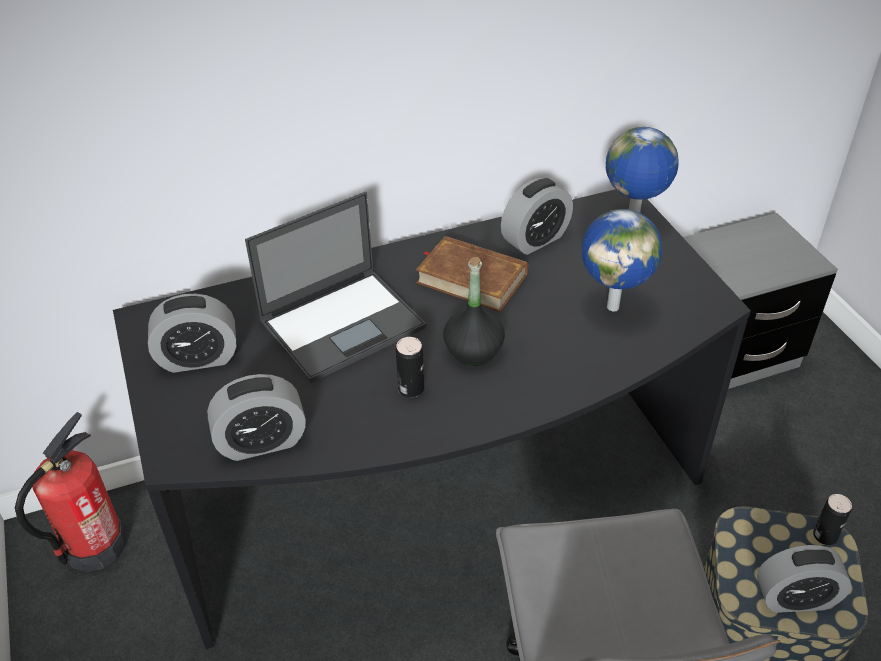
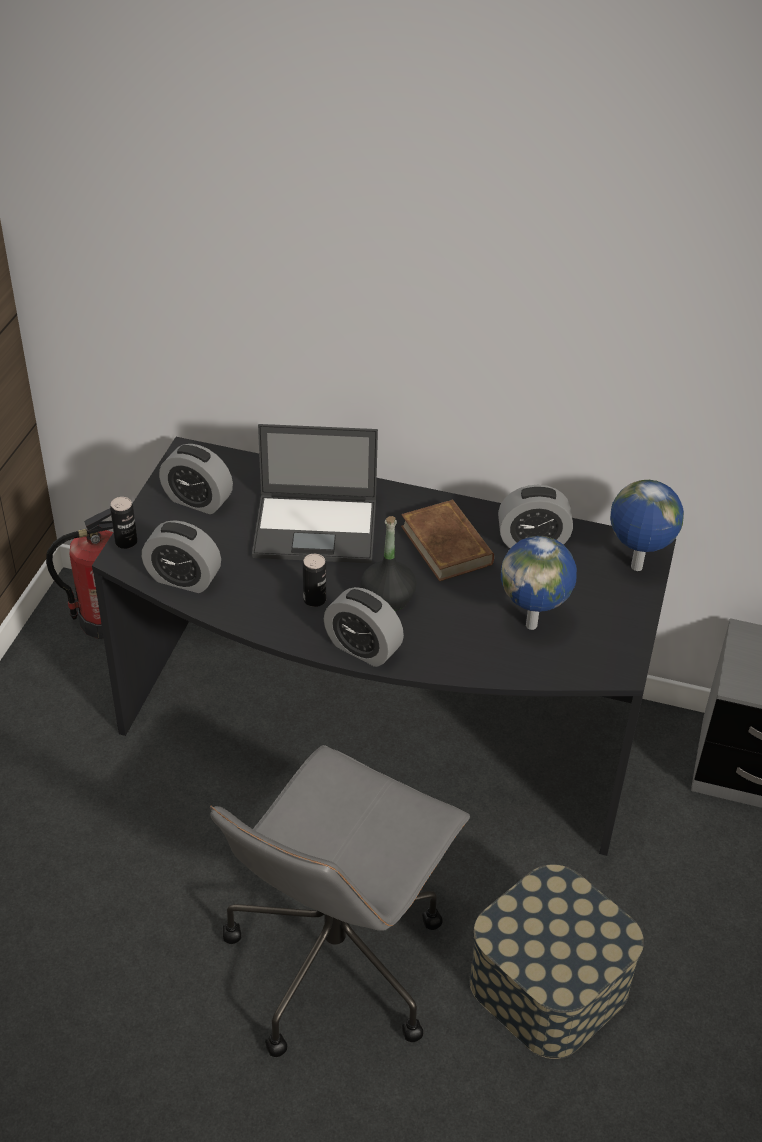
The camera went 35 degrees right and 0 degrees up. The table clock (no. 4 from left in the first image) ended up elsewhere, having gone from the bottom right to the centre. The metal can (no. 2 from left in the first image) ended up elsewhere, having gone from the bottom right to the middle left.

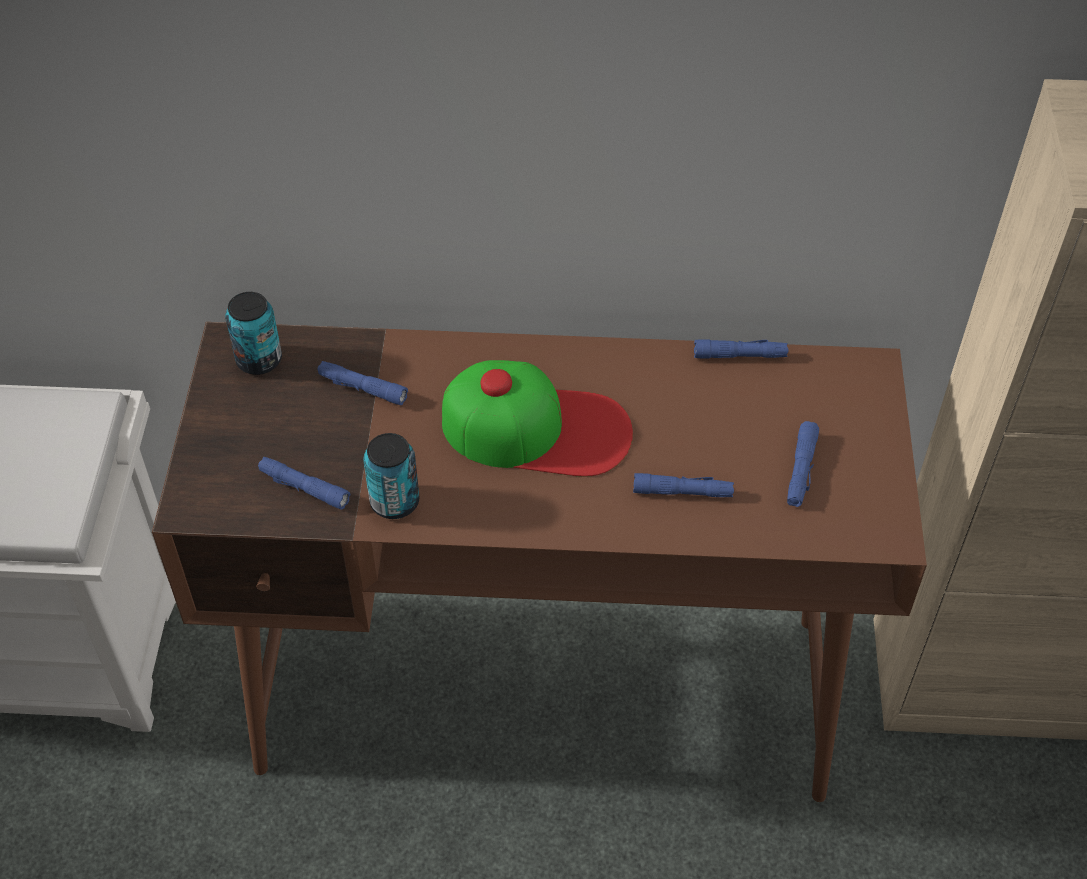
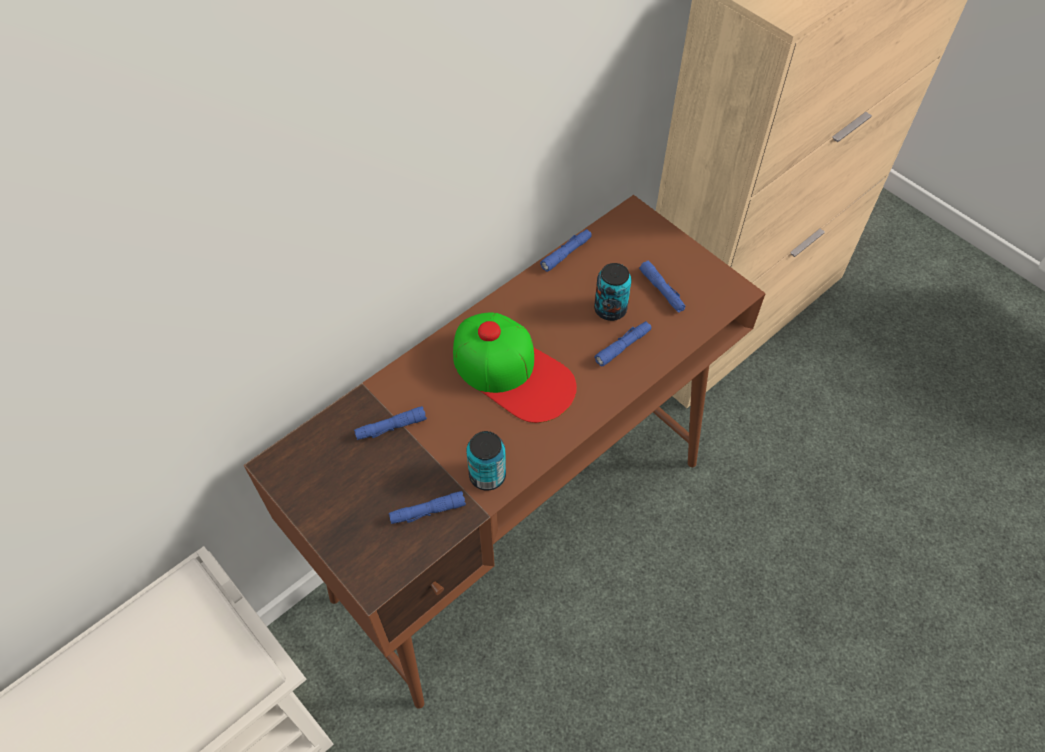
The camera went 45 degrees left and 5 degrees up. The metal can (no. 1 from left in the first image) ended up elsewhere, having gone from the middle left to the centre. The baseball cap at the centre ended up facing another way, 75 degrees clockwise from before.

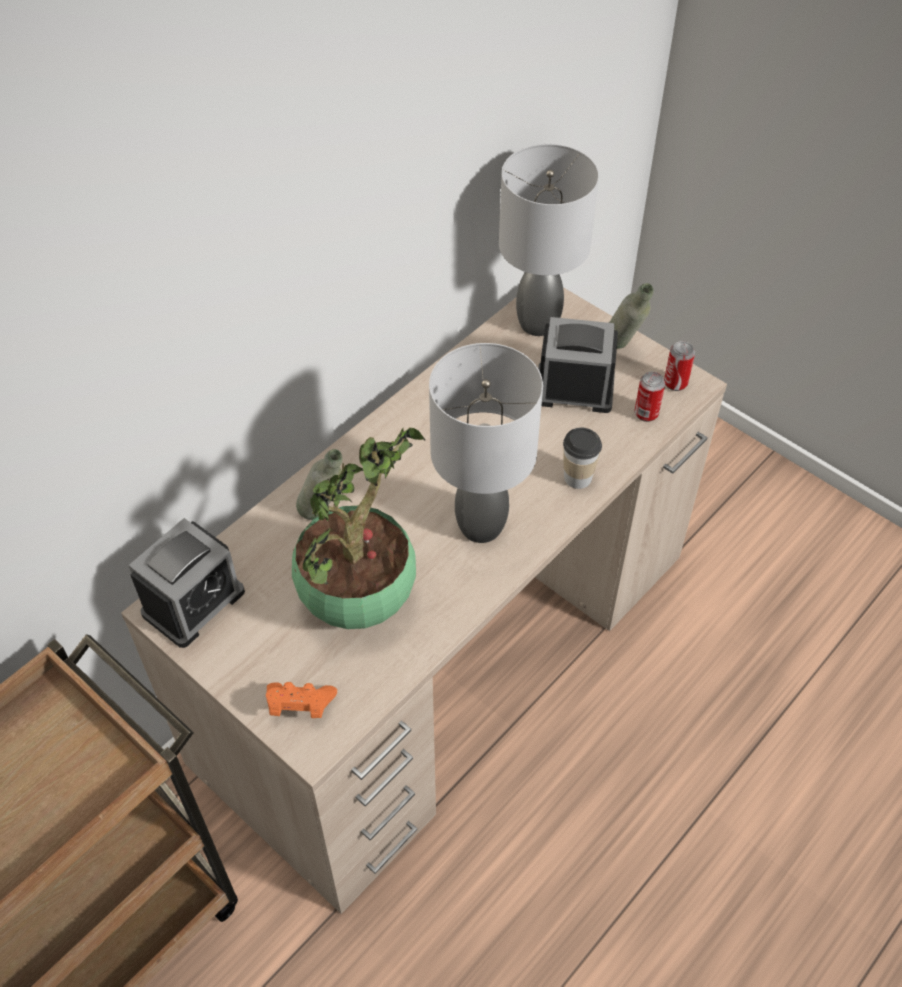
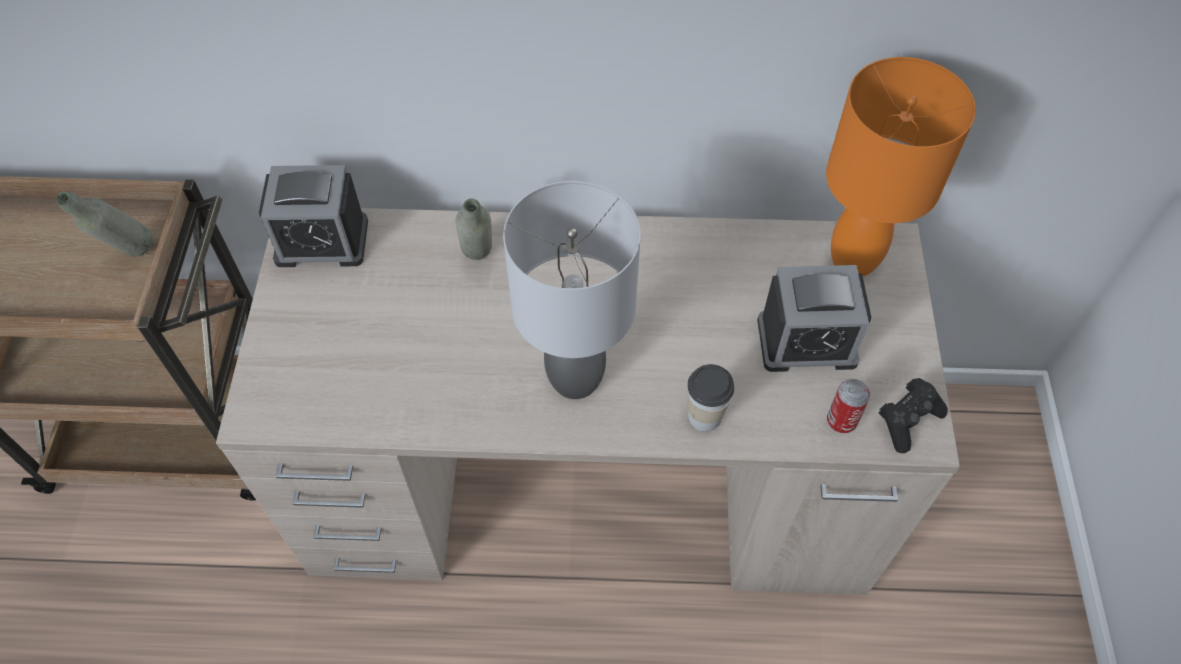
The camera went 50 degrees right and 5 degrees up. The second view lost the orangey joypad at the bottom centre. The second view lost the houseplant at the centre. The greyish beverage bottle (no. 2 from left in the first image) ended up elsewhere, having gone from the top right to the middle left. Where the metal can (no. 2 from left) stood at the middle right, the blackish joypad came to stand at the middle right. What was the greyish table lamp (no. 2 from left) at the top centre turned into the orangey table lamp at the top right. The table clock (no. 2 from left) at the centre ended up facing another way, 120 degrees clockwise from before.

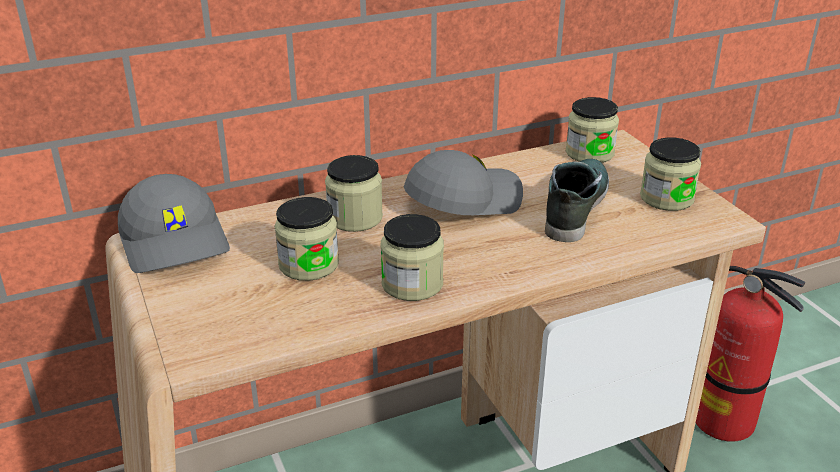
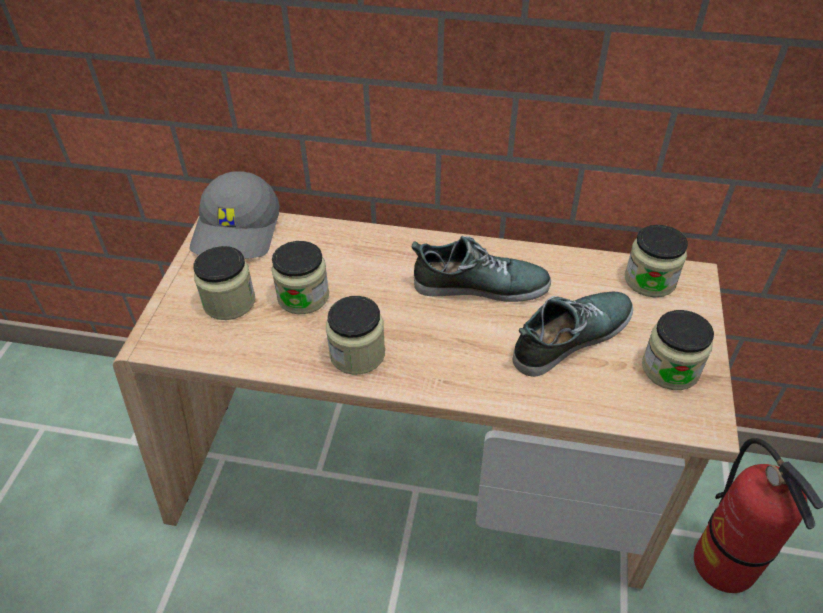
The camera went 35 degrees right and 15 degrees up. The jar (no. 2 from left in the first image) ended up elsewhere, having gone from the centre to the middle left. Where the greyish baseball cap (no. 2 from left) stood at the centre, the item of footwear (no. 1 from left) came to stand at the centre.

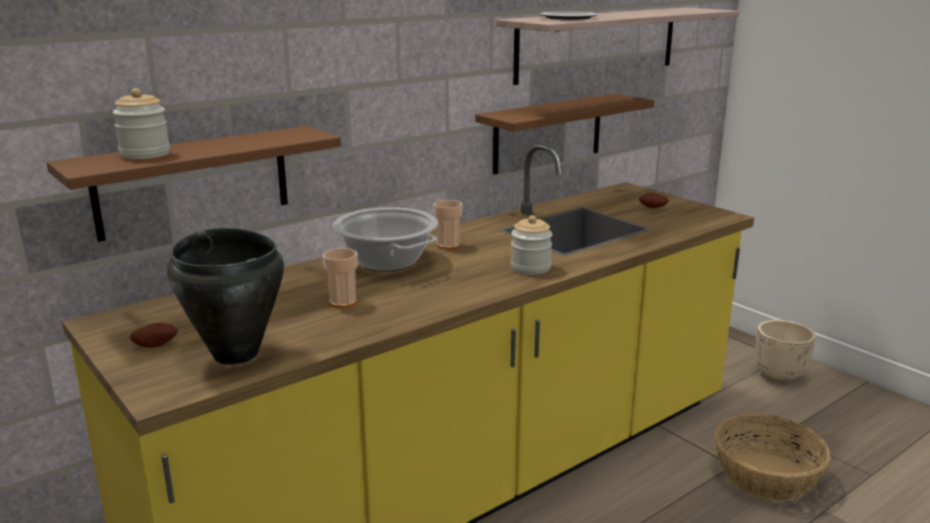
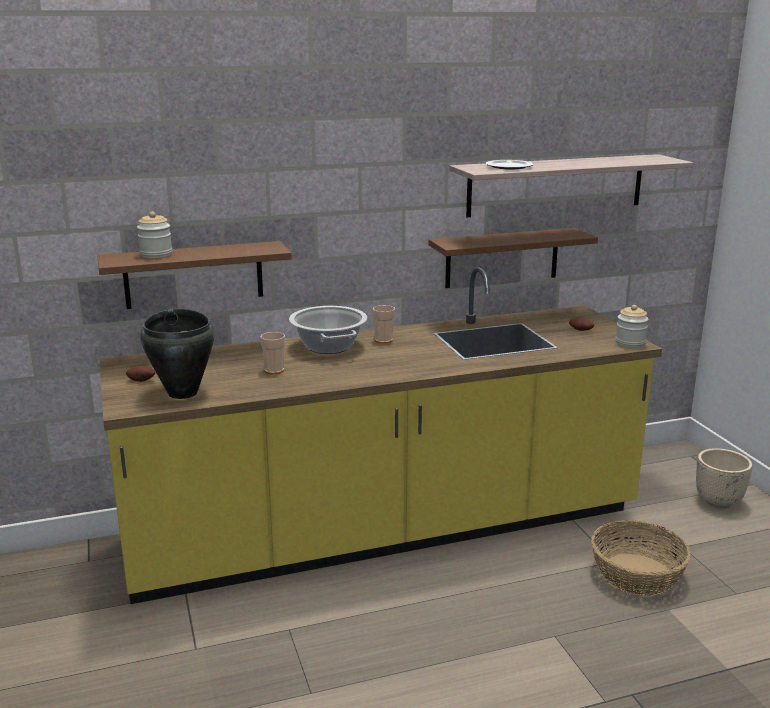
The camera went 20 degrees right and 0 degrees up. The jar (no. 2 from left) ended up elsewhere, having gone from the centre to the middle right.

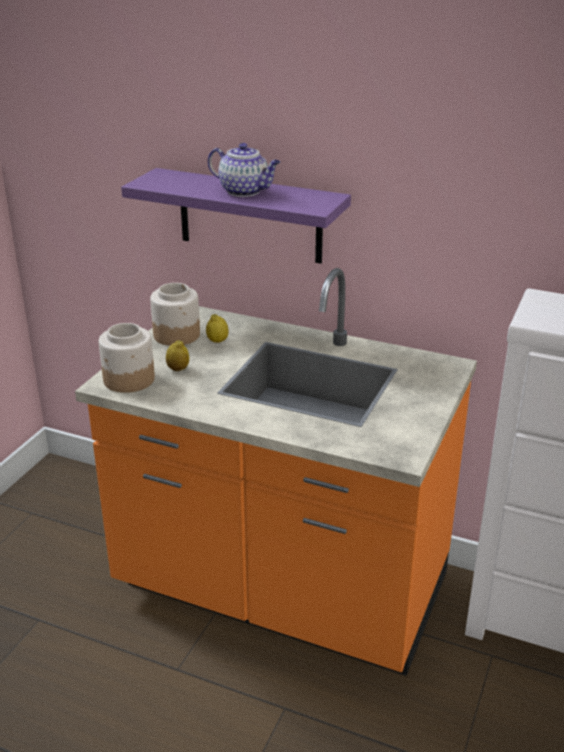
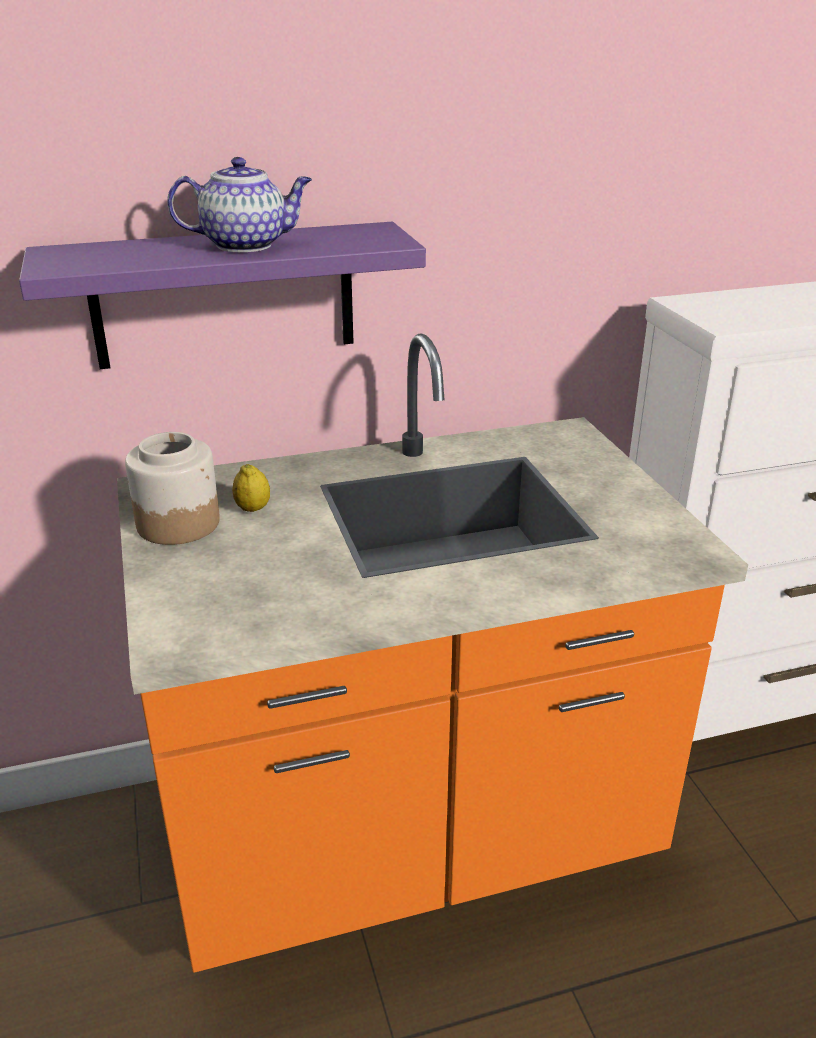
The camera went 40 degrees left and 0 degrees up. The second view lost the jar (no. 1 from left) at the middle left. The second view lost the lemon (no. 1 from left) at the middle left.

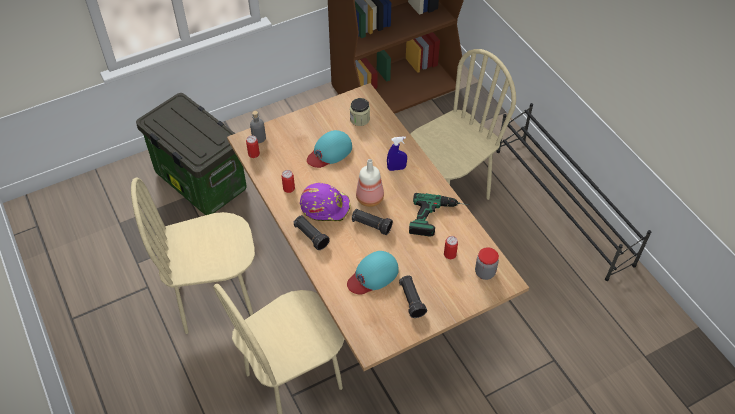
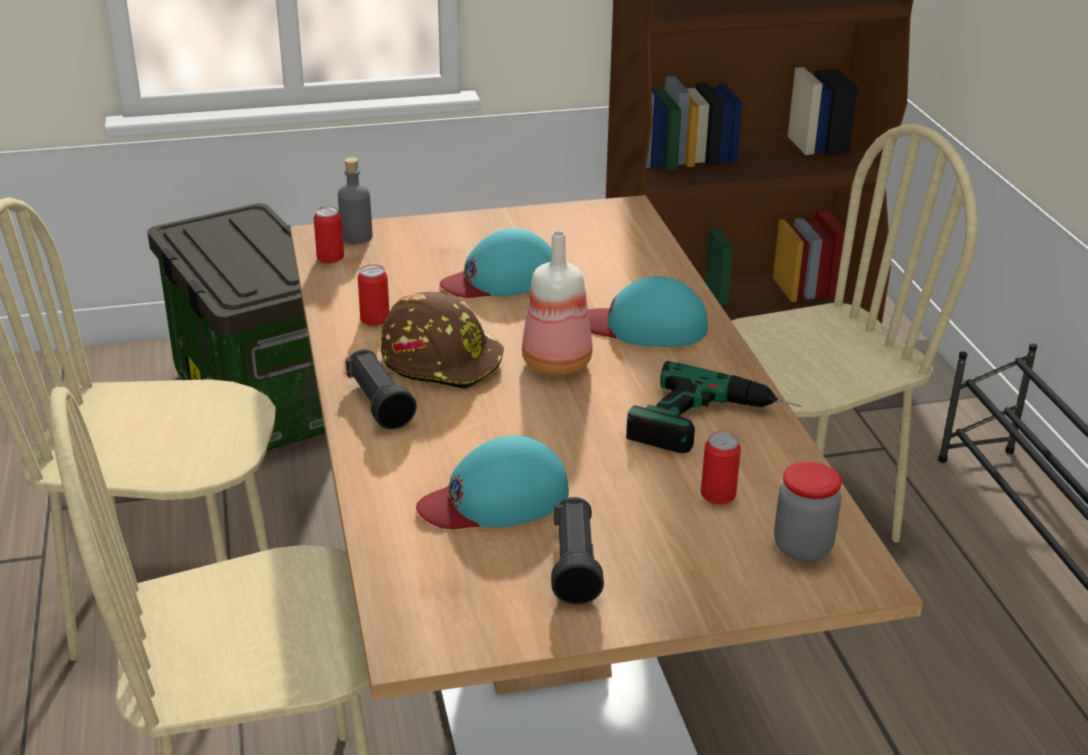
The camera went 15 degrees right and 20 degrees down. The second view lost the jar (no. 1 from left) at the top centre. The second view lost the blackish hand torch (no. 2 from left) at the centre. Where the blue spray bottle stood at the centre, the turquoise-coloured baseball cap (no. 3 from left) came to stand at the centre. What was the purplish work helmet at the centre turned into the brown-coloured work helmet at the centre.

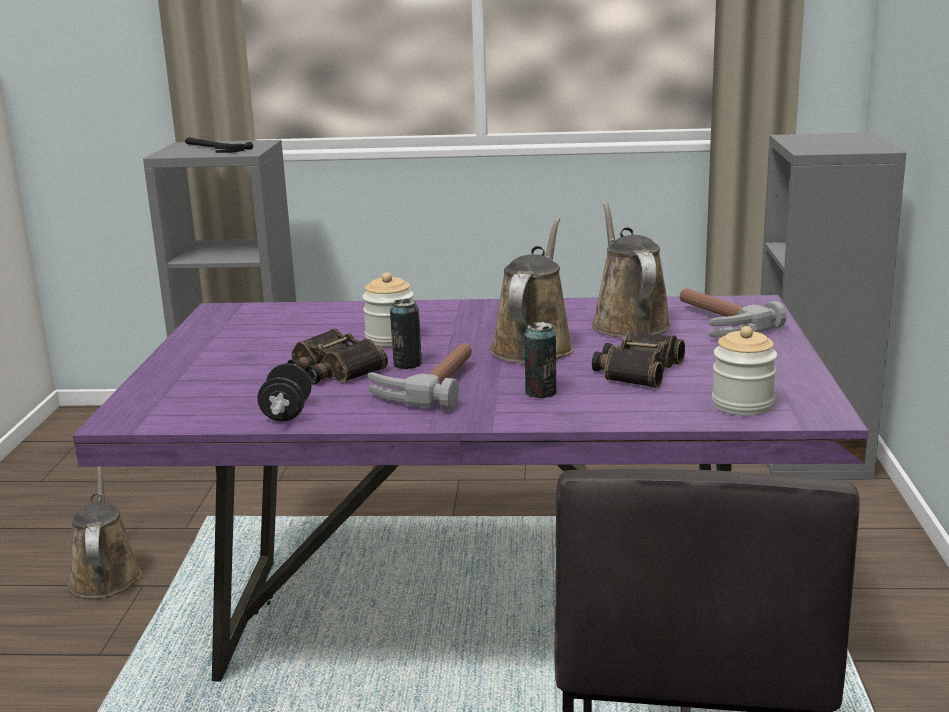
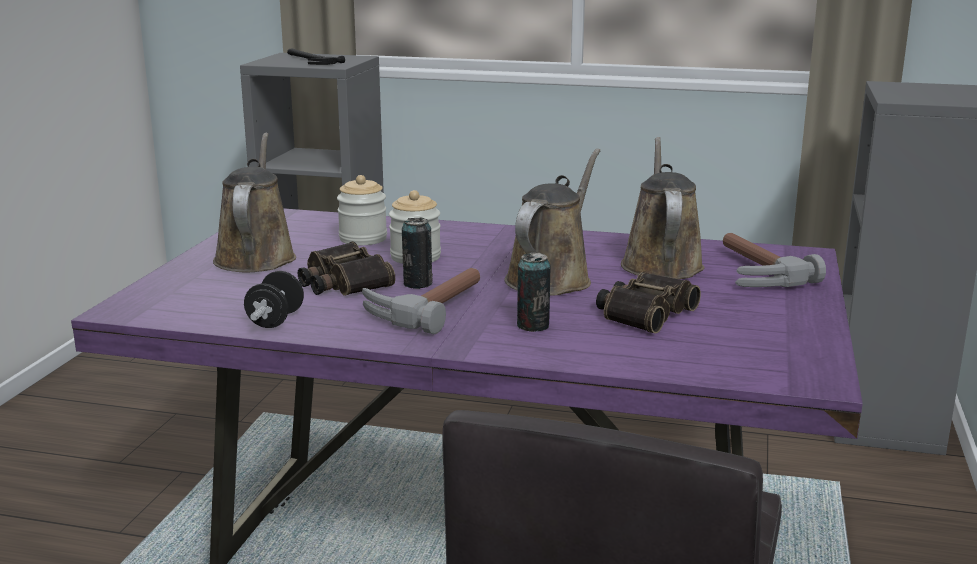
The camera went 10 degrees right and 0 degrees up. The brown-coloured sprinkling can (no. 1 from left) ended up elsewhere, having gone from the bottom left to the middle left. The jar (no. 2 from left in the first image) ended up elsewhere, having gone from the middle right to the centre.

